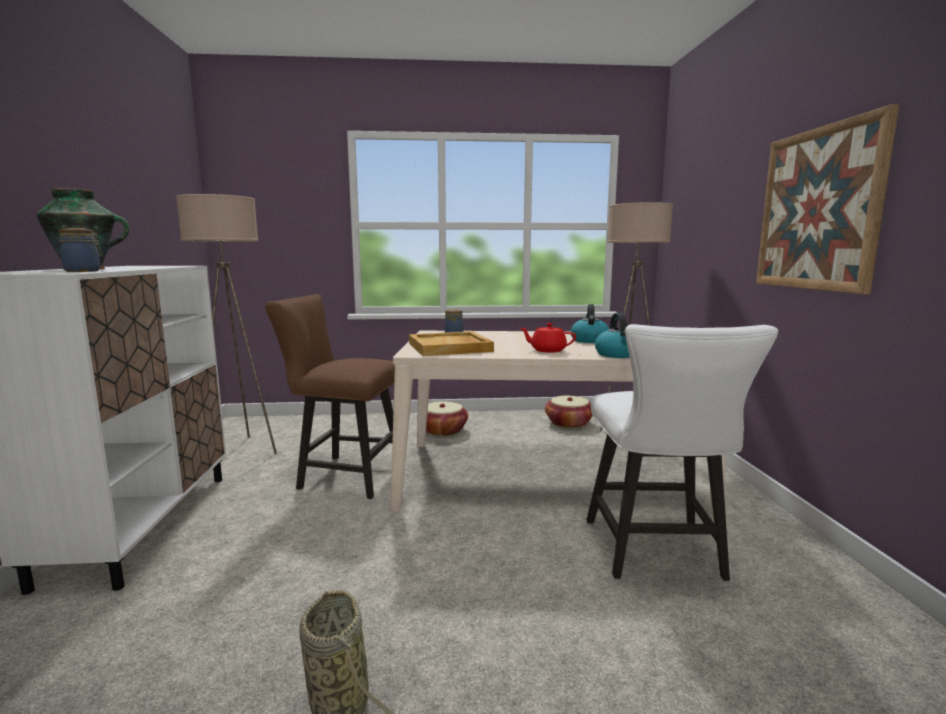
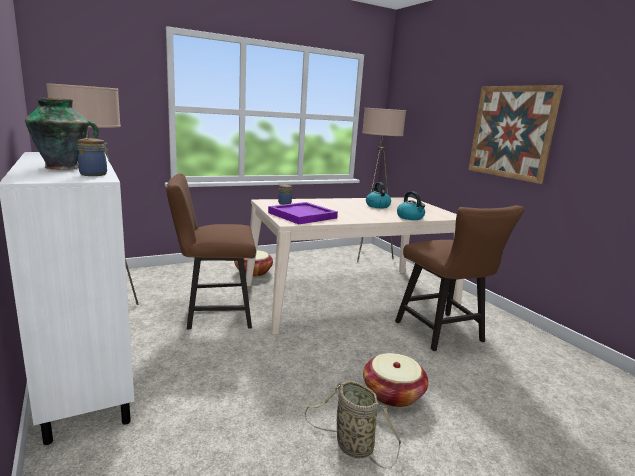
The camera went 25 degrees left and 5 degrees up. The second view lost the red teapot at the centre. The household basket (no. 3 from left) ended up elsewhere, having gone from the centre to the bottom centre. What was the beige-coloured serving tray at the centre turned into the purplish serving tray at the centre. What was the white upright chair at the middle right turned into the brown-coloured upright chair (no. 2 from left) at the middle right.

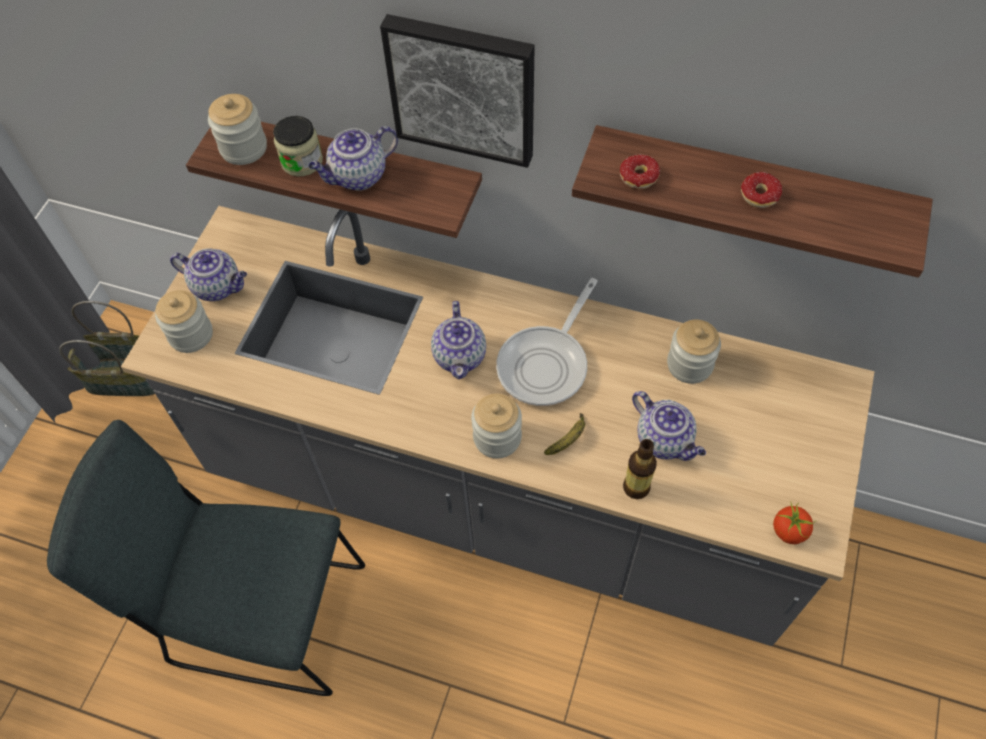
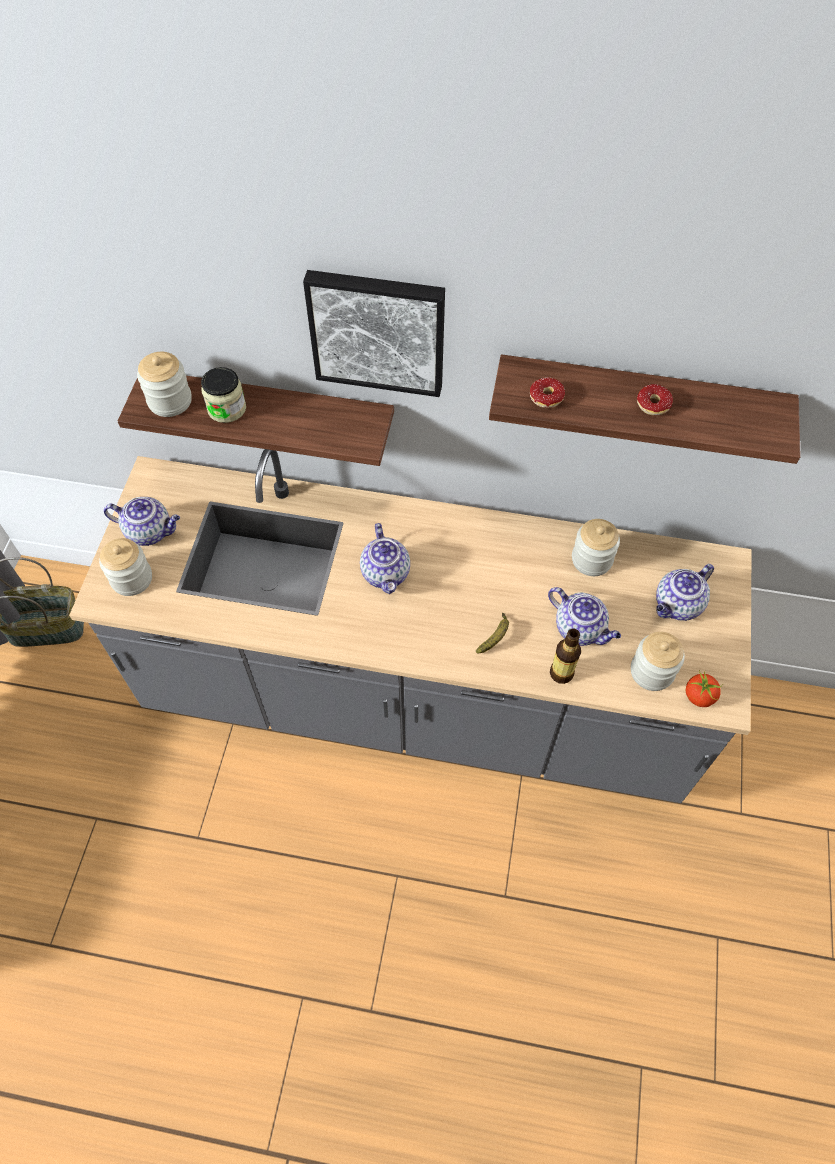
The camera went 10 degrees left and 0 degrees up. The second view lost the greyish upright chair at the bottom left. The second view lost the skillet at the centre. The teapot (no. 2 from left in the first image) ended up elsewhere, having gone from the top centre to the middle right. The jar (no. 4 from left in the first image) ended up elsewhere, having gone from the centre to the middle right.

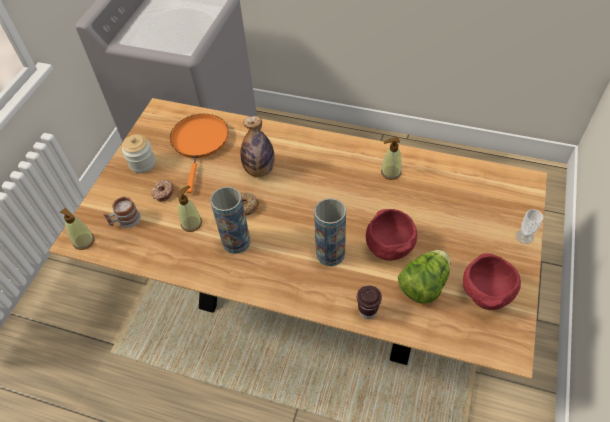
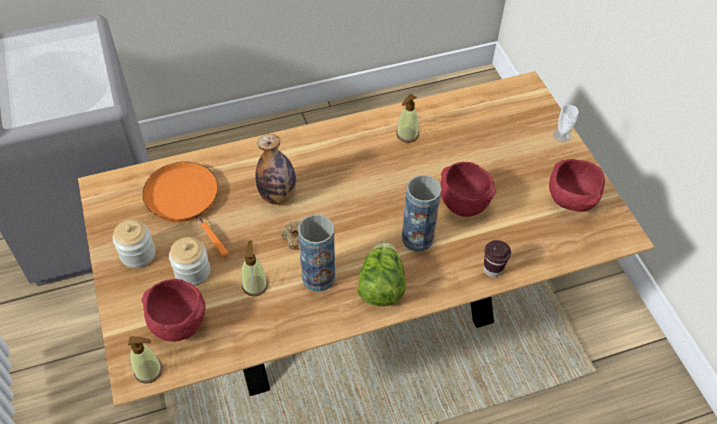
The camera went 40 degrees left and 0 degrees up. The head of lettuce ended up elsewhere, having gone from the middle right to the centre. Where the coffee mug stood at the middle left, the red deep dish (no. 1 from left) came to stand at the bottom left. Where the ring doughnut (no. 1 from left) stood at the middle left, the jar (no. 2 from left) came to stand at the middle left.

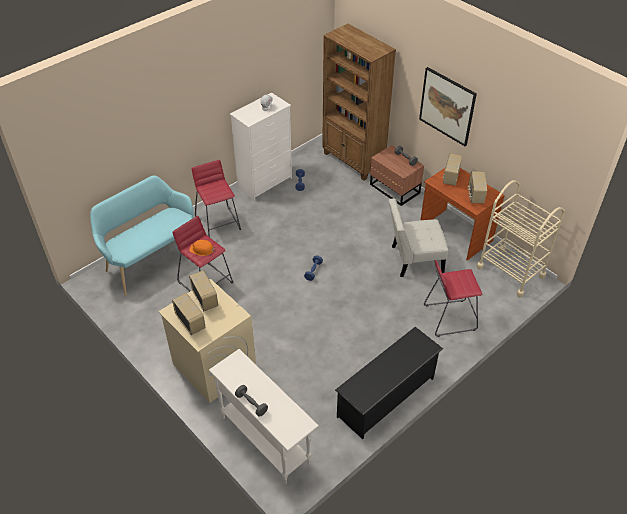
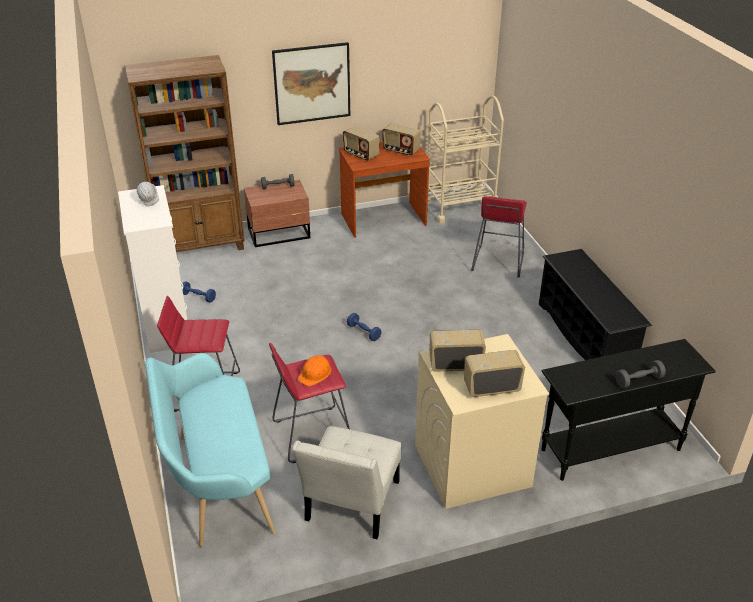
The camera went 65 degrees left and 10 degrees down. The white upright chair ended up elsewhere, having gone from the middle right to the bottom centre. What was the white hall table at the bottom centre turned into the blackish hall table at the bottom right.

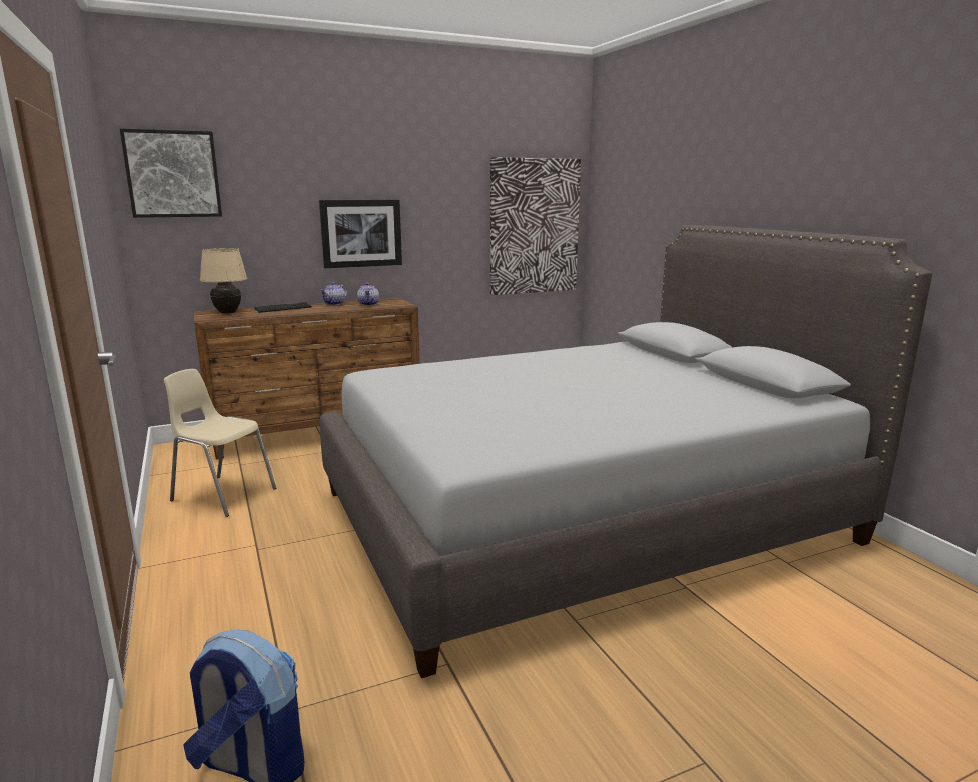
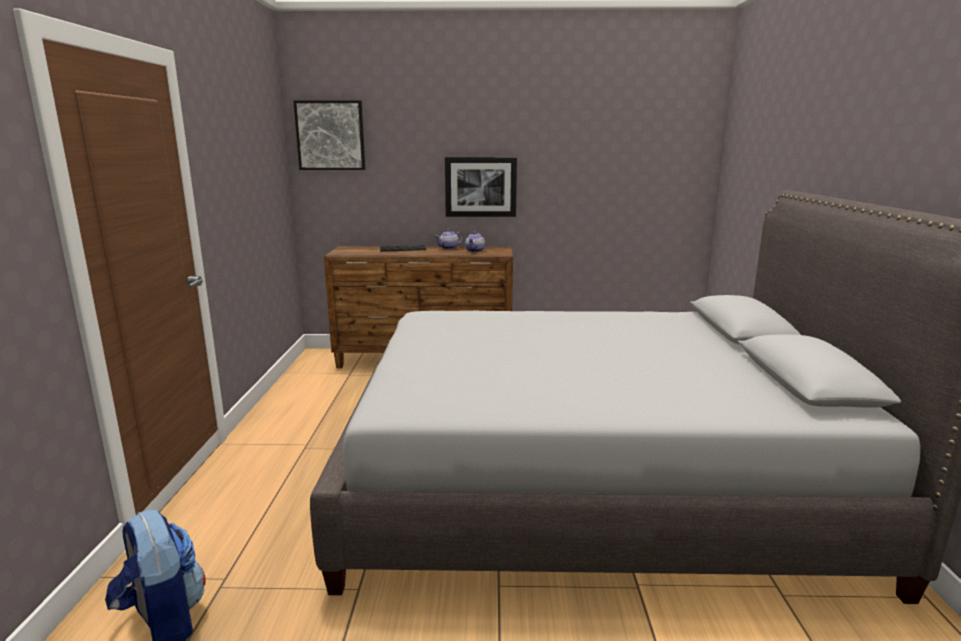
The camera went 25 degrees right and 0 degrees up. The second view lost the beige-coloured upright chair at the middle left. The second view lost the beige-coloured table lamp at the middle left. The second view lost the wall picture (no. 3 from left) at the top centre.

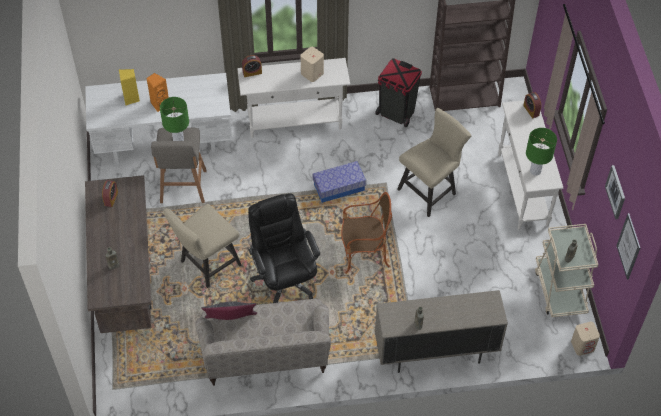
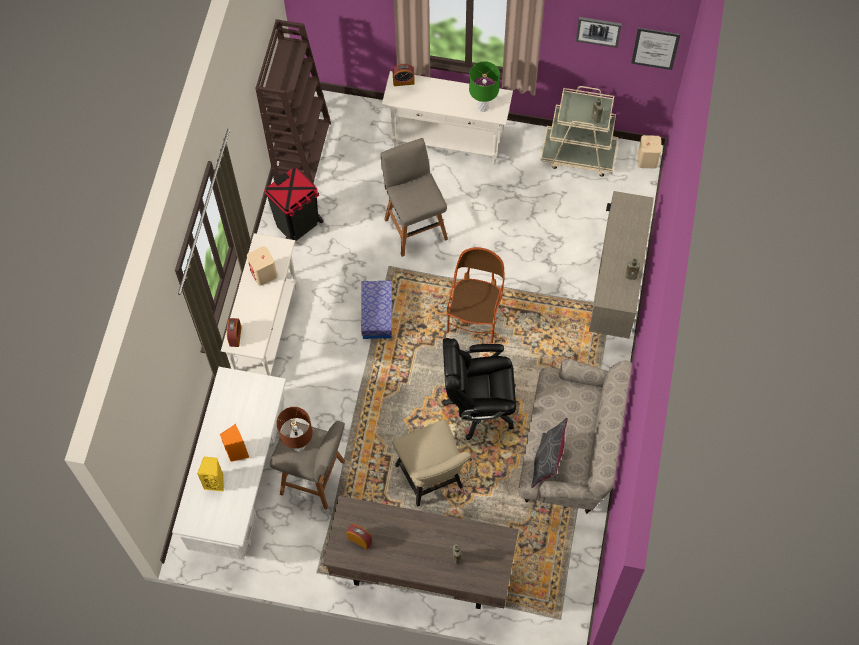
The camera went 70 degrees left and 10 degrees up. Where the beige-coloured upright chair (no. 2 from left) stood at the centre, the greyish stool (no. 2 from left) came to stand at the top centre. What was the greenish table lamp (no. 1 from left) at the top left turned into the brown-coloured table lamp at the centre.

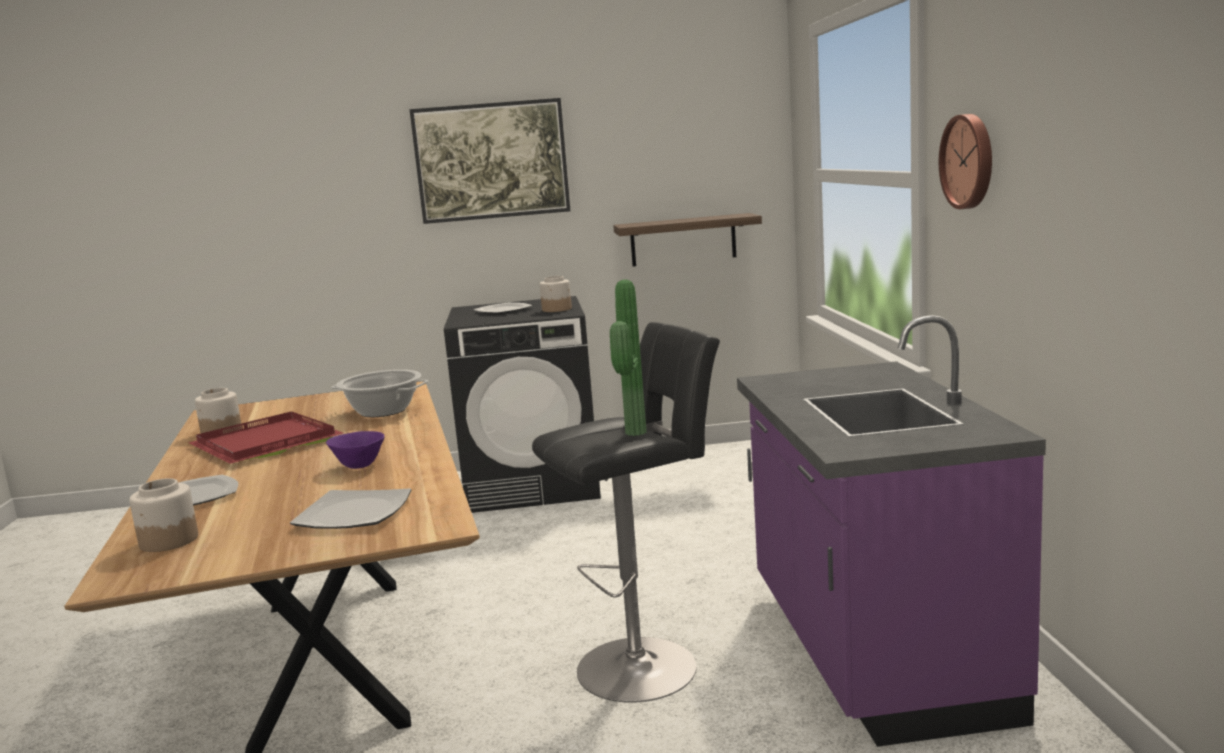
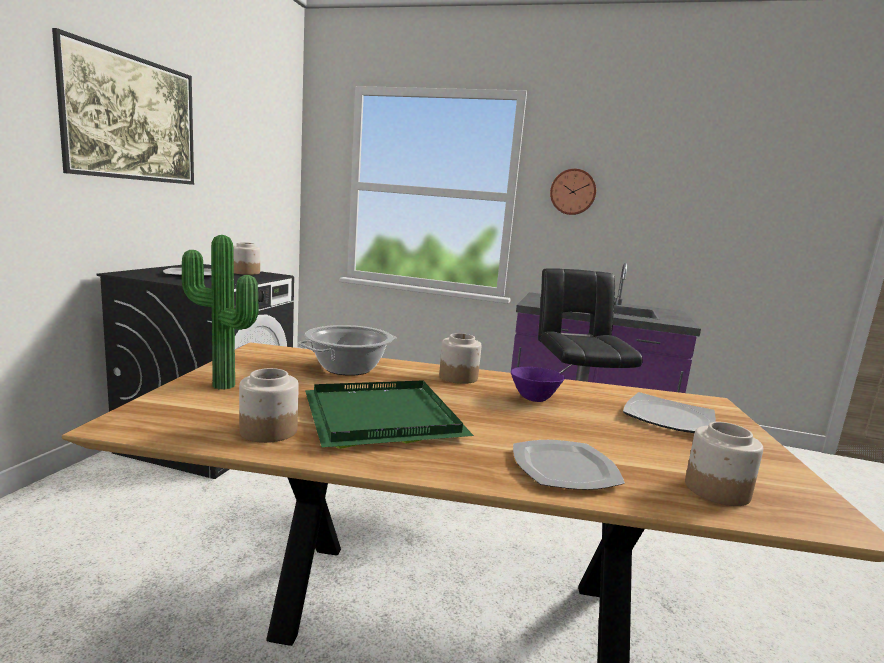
The camera went 70 degrees left and 0 degrees up. The second view lost the shelf at the top centre. The second view gained the jar (no. 3 from left) at the centre. The houseplant ended up elsewhere, having gone from the centre to the middle left. What was the red serving tray at the middle left turned into the greenish serving tray at the centre.

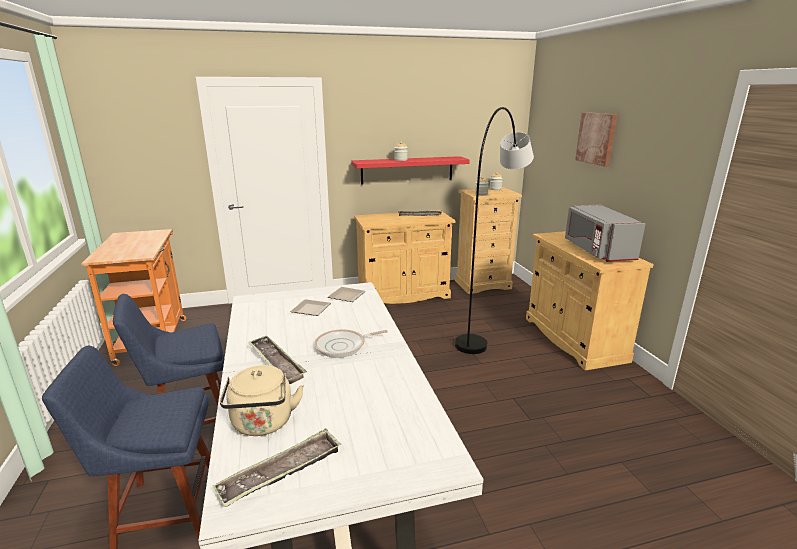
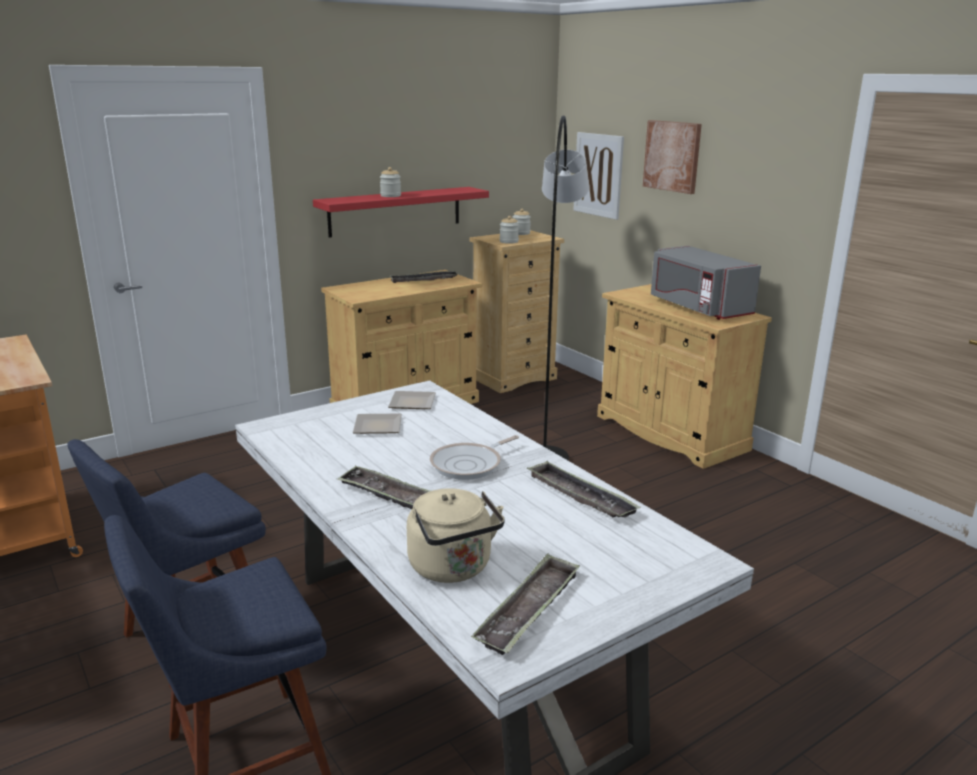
The camera went 20 degrees left and 0 degrees up. The second view gained the serving tray (no. 4 from left) at the centre. The second view gained the wall picture (no. 1 from left) at the top centre.

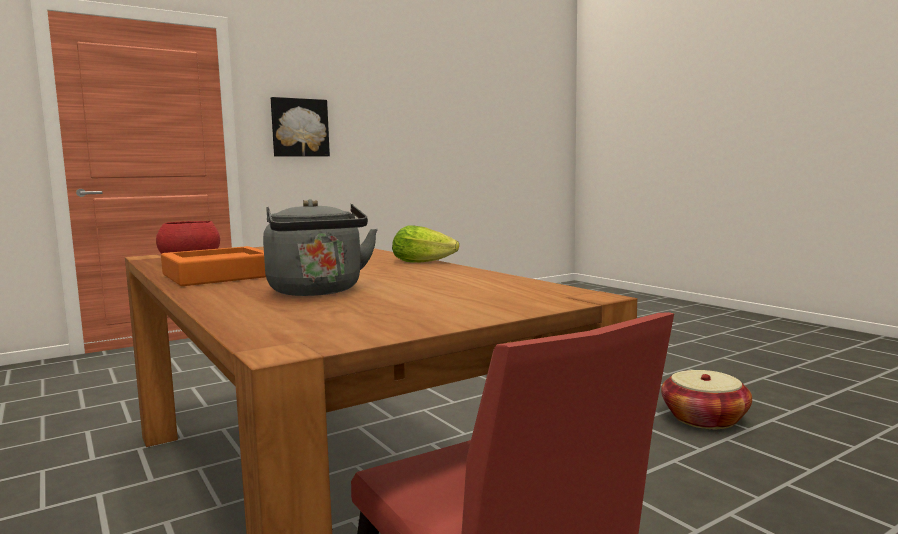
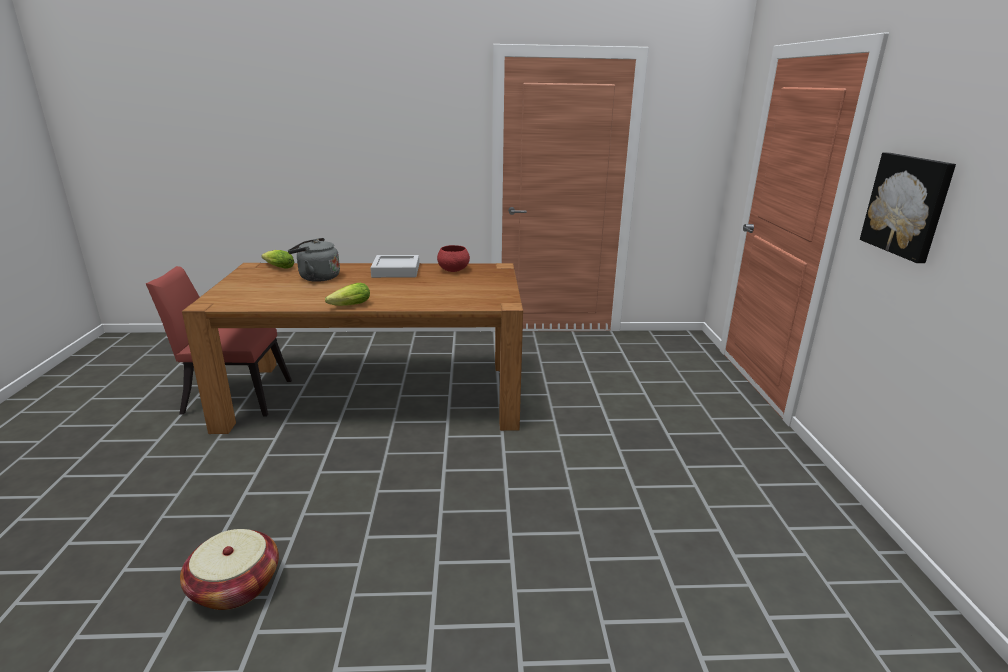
The camera went 120 degrees right and 15 degrees up. The second view gained the head of lettuce (no. 1 from left) at the middle left. What was the orangey serving tray at the middle left turned into the greyish serving tray at the centre.

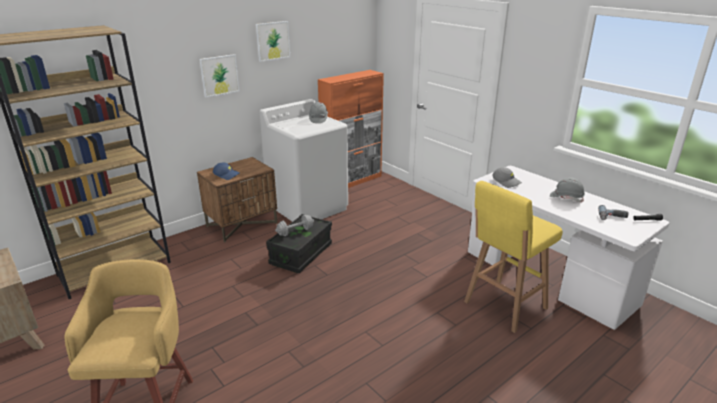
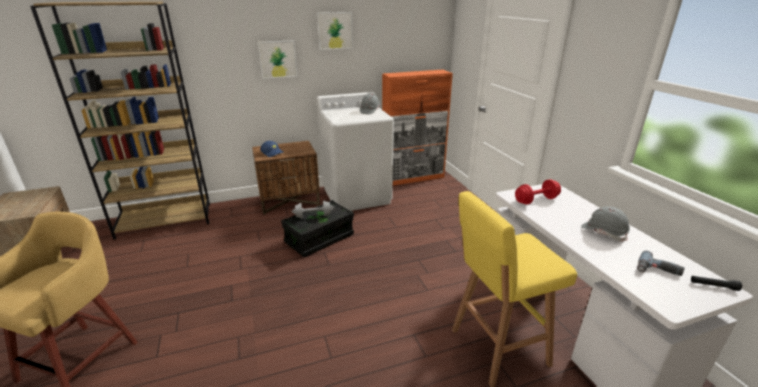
The camera went 20 degrees right and 0 degrees up. Where the greyish baseball cap stood at the middle right, the red dumbbell came to stand at the middle right.

